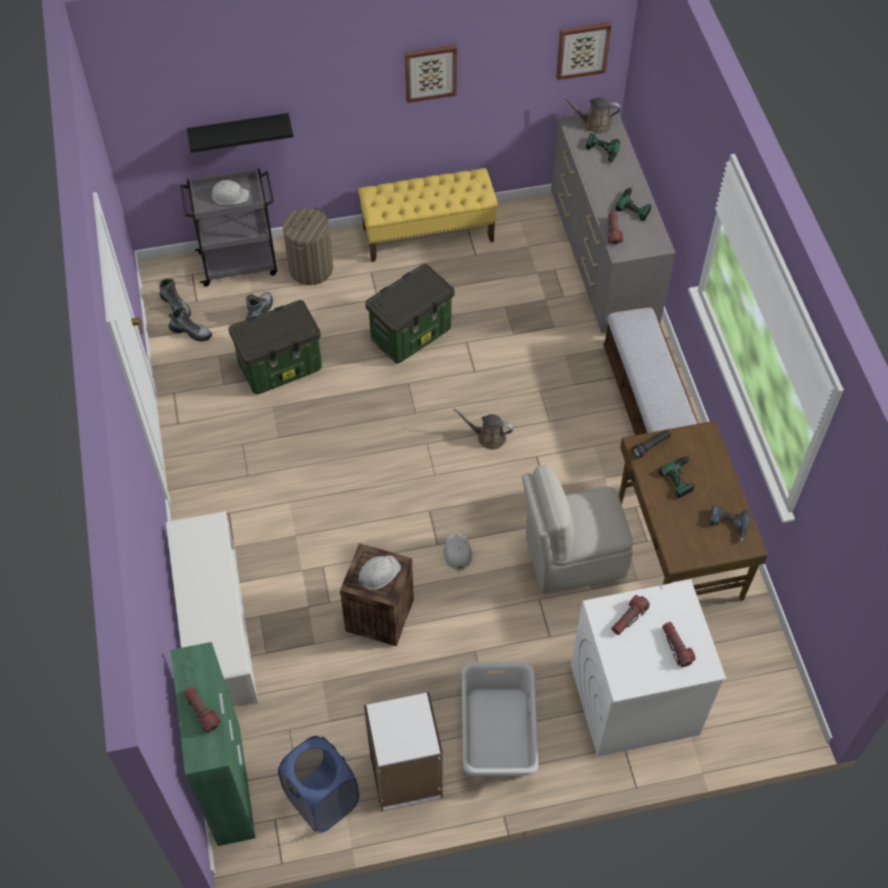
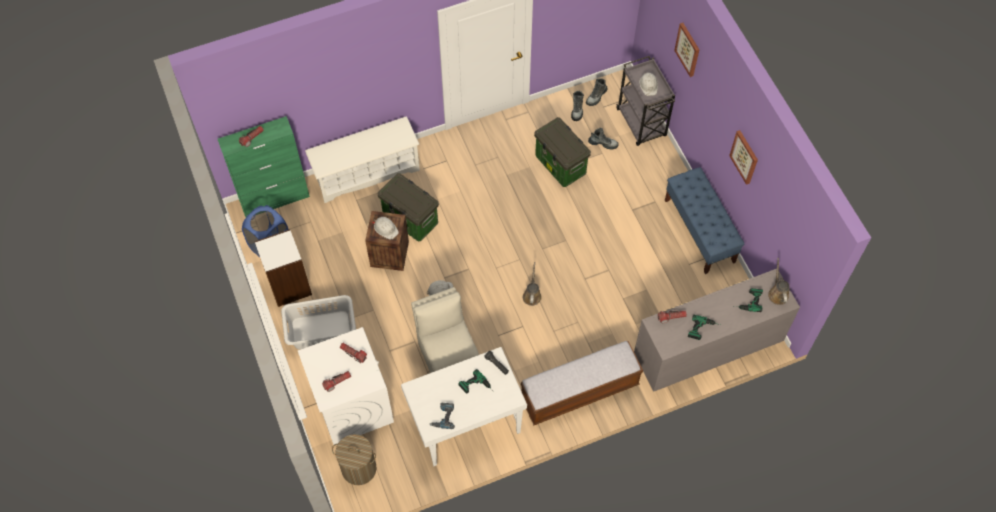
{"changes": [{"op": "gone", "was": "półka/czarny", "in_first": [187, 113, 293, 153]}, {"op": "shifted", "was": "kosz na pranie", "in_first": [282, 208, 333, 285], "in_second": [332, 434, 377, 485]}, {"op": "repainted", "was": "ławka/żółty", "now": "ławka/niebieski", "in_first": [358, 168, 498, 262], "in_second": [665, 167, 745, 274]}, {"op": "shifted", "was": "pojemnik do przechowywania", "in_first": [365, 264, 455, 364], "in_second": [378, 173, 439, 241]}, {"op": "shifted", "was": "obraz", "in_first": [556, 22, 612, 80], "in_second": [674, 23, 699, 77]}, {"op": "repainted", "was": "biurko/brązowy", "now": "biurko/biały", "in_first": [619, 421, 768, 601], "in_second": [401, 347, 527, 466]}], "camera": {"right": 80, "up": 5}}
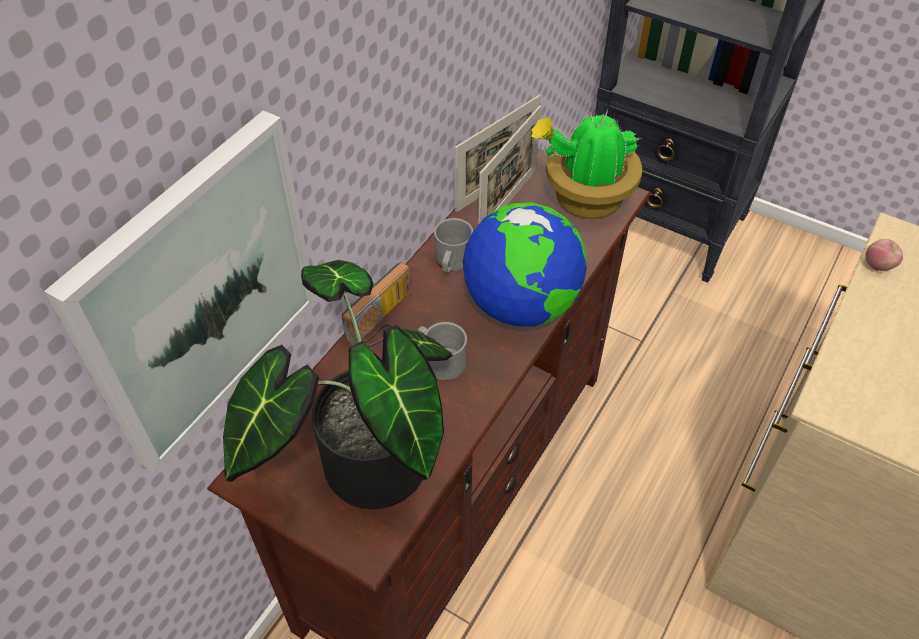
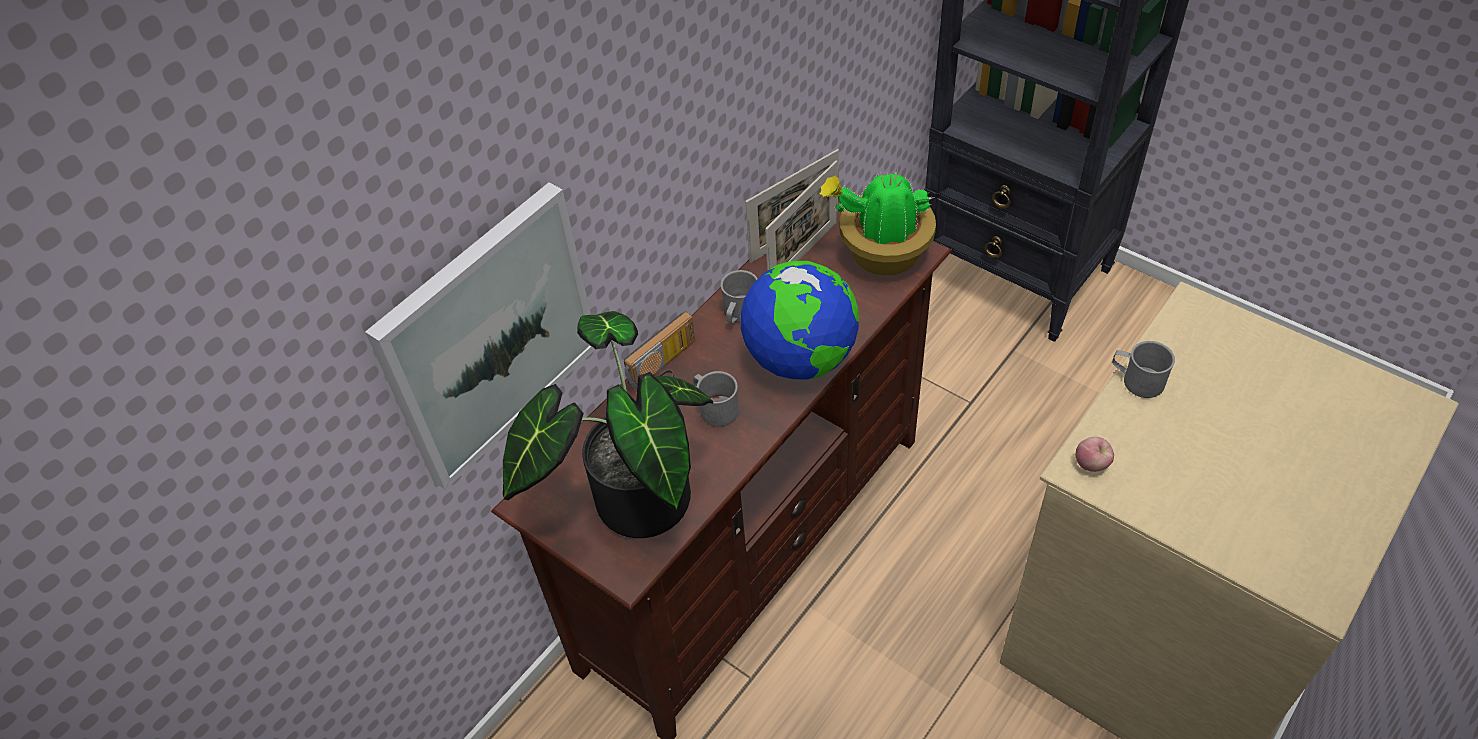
{"changes": [{"op": "shifted", "was": "jabłko", "in_first": [865, 239, 903, 271], "in_second": [1076, 437, 1114, 472]}, {"op": "new", "now": "kubek/szary", "in_second": [1112, 341, 1175, 398]}], "camera": {"right": 10, "up": 0}}
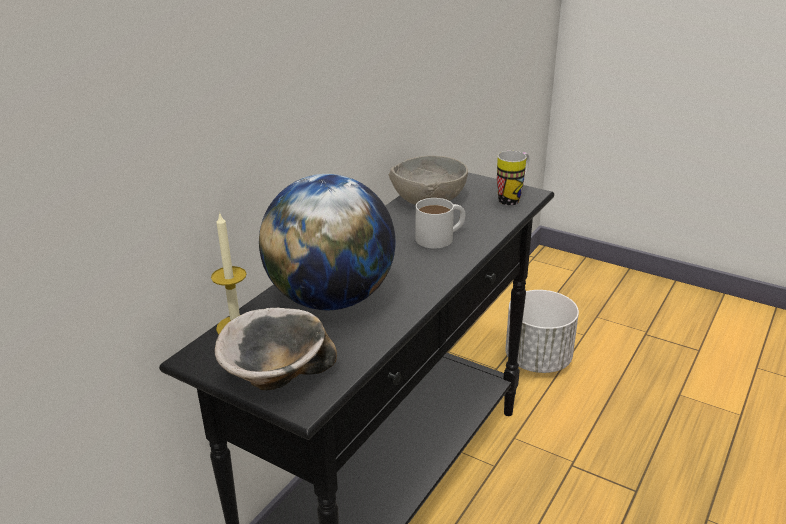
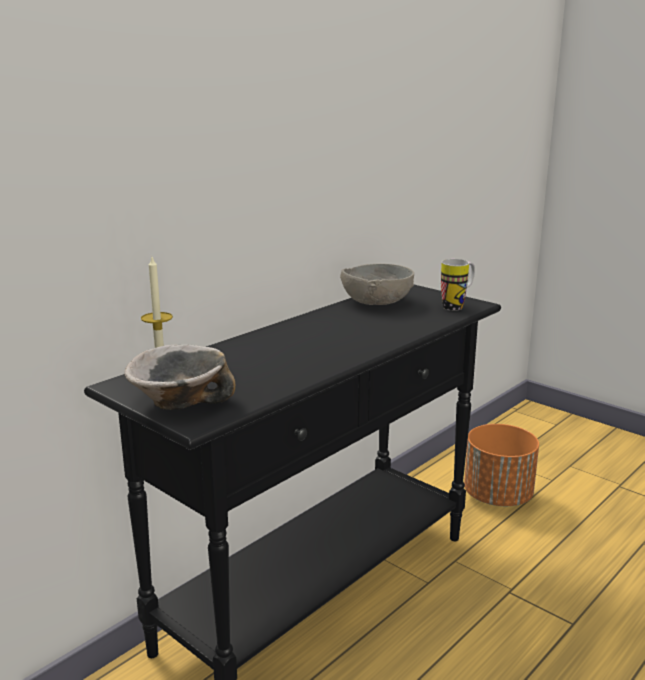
{"changes": [{"op": "gone", "was": "globus", "in_first": [259, 174, 396, 310]}, {"op": "gone", "was": "kubek/biały", "in_first": [416, 198, 465, 249]}, {"op": "repainted", "was": "donica/biały", "now": "donica/pomarańczowy", "in_first": [505, 290, 579, 373], "in_second": [464, 424, 539, 506]}], "camera": {"right": 10, "up": -10}}
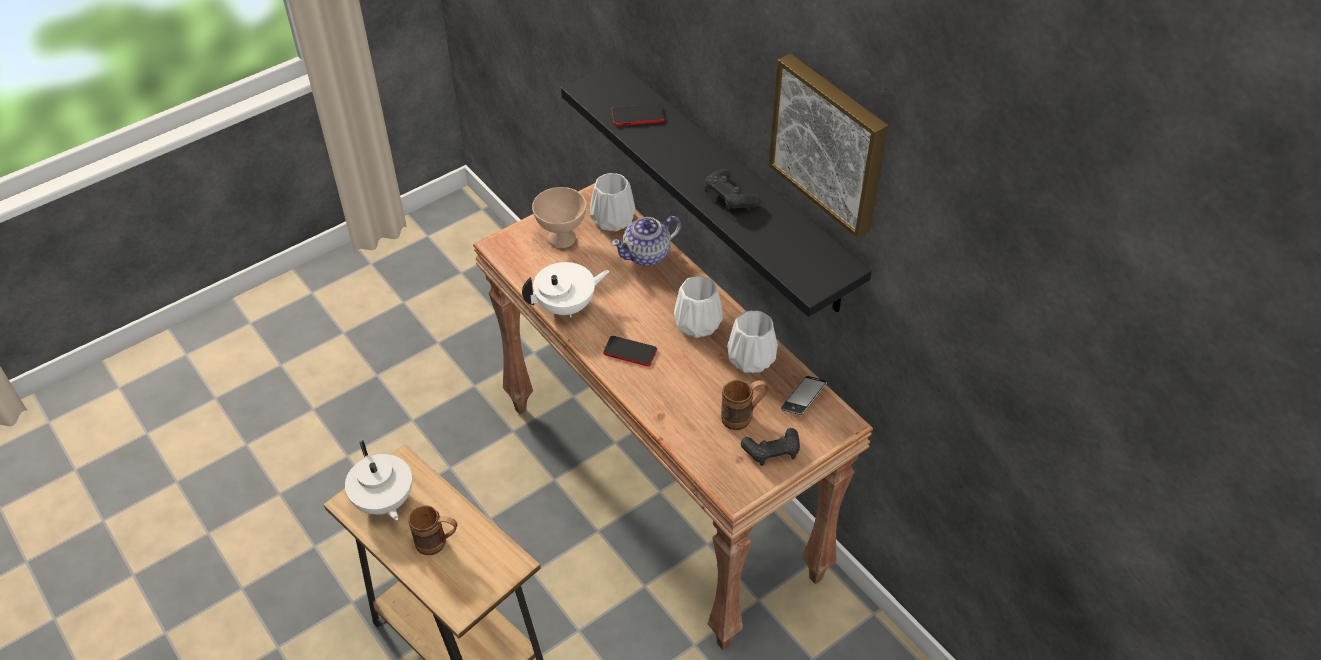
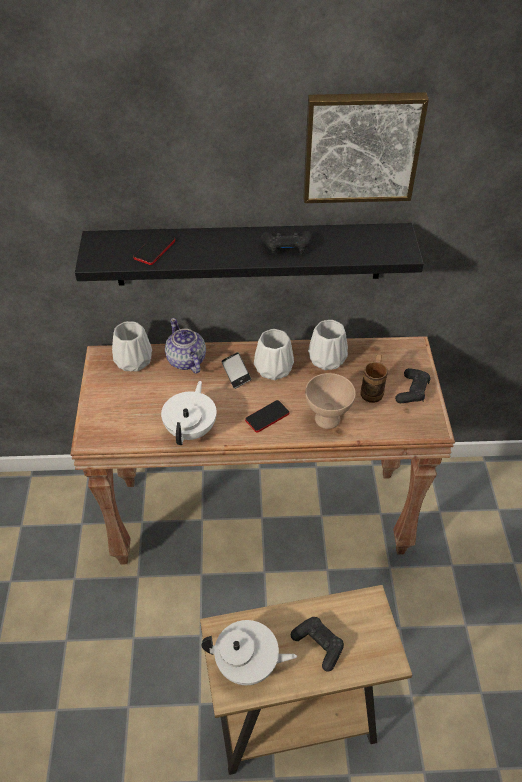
{"changes": [{"op": "swapped", "was": "kubek/brązowy", "now": "pad do gier/czarny", "in_first": [408, 505, 457, 555], "in_second": [291, 617, 344, 672]}, {"op": "shifted", "was": "miska/beżowy", "in_first": [532, 187, 586, 248], "in_second": [305, 373, 356, 429]}, {"op": "rotated", "was": "imbryk", "in_first": [611, 216, 681, 266], "in_second": [165, 318, 206, 373], "clockwise": 150}, {"op": "shifted", "was": "telefon", "in_first": [781, 376, 827, 415], "in_second": [221, 352, 251, 389]}], "camera": {"right": -55, "up": 0}}
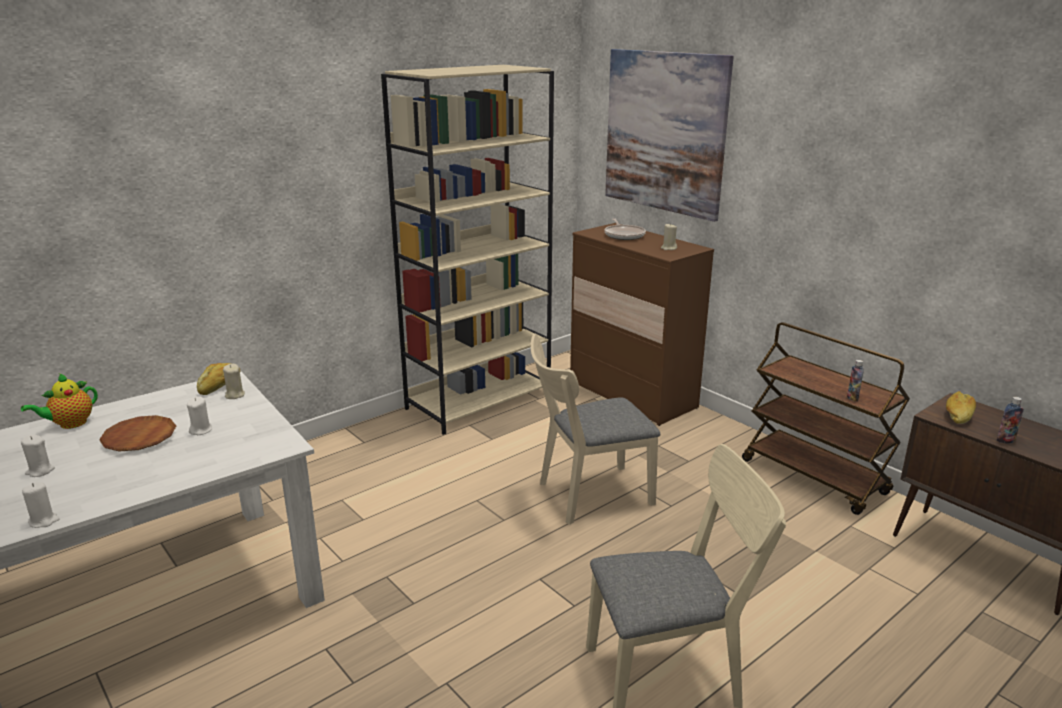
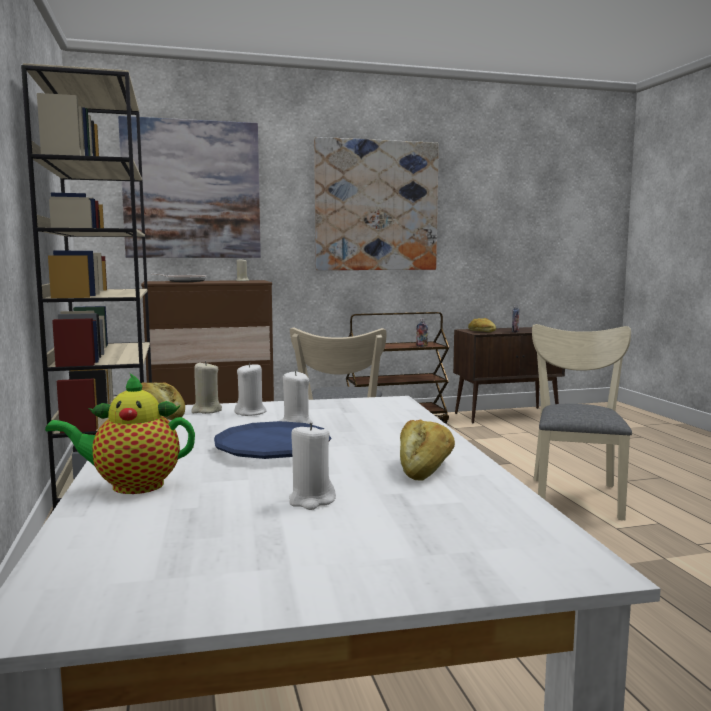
{"changes": [{"op": "rotated", "was": "imbryk", "in_first": [21, 373, 98, 429], "in_second": [45, 373, 195, 494], "clockwise": 105}, {"op": "shifted", "was": "świeca/biały", "in_first": [22, 482, 60, 528], "in_second": [235, 362, 267, 416]}, {"op": "repainted", "was": "talerz/brązowy", "now": "talerz/niebieski", "in_first": [99, 415, 176, 452], "in_second": [214, 421, 332, 459]}, {"op": "new", "now": "obraz", "in_second": [314, 137, 439, 270]}, {"op": "new", "now": "chleb", "in_second": [400, 419, 455, 481]}], "camera": {"right": -65, "up": -15}}
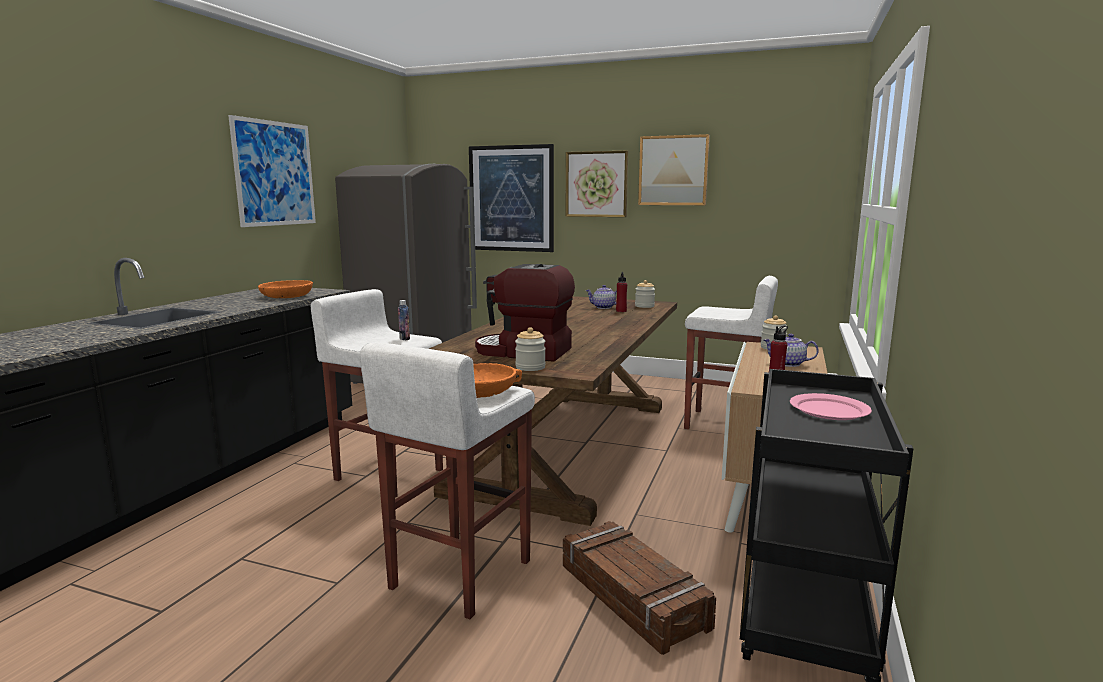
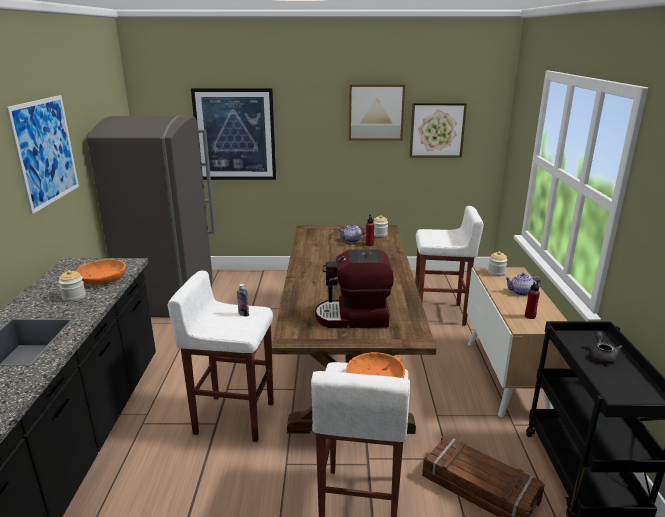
{"changes": [{"op": "shifted", "was": "słoik", "in_first": [515, 327, 546, 371], "in_second": [58, 270, 86, 302]}, {"op": "shifted", "was": "obraz", "in_first": [566, 151, 628, 217], "in_second": [409, 103, 467, 157]}, {"op": "swapped", "was": "talerz/różowy", "now": "imbryk/szary", "in_first": [790, 393, 872, 420], "in_second": [591, 331, 622, 364]}], "camera": {"right": -20, "up": 10}}
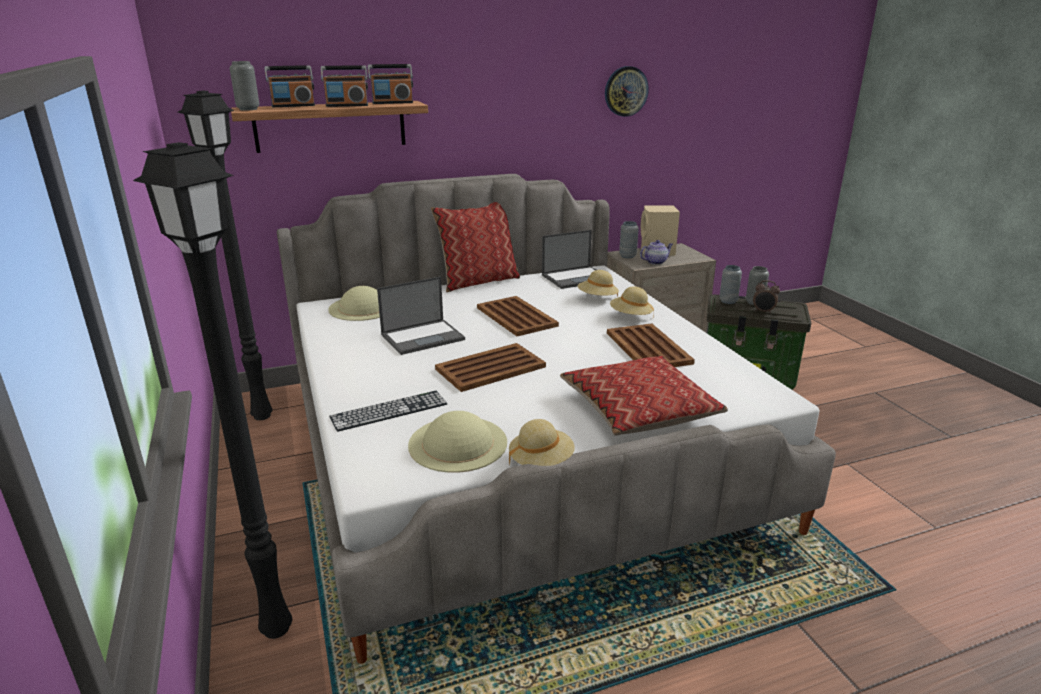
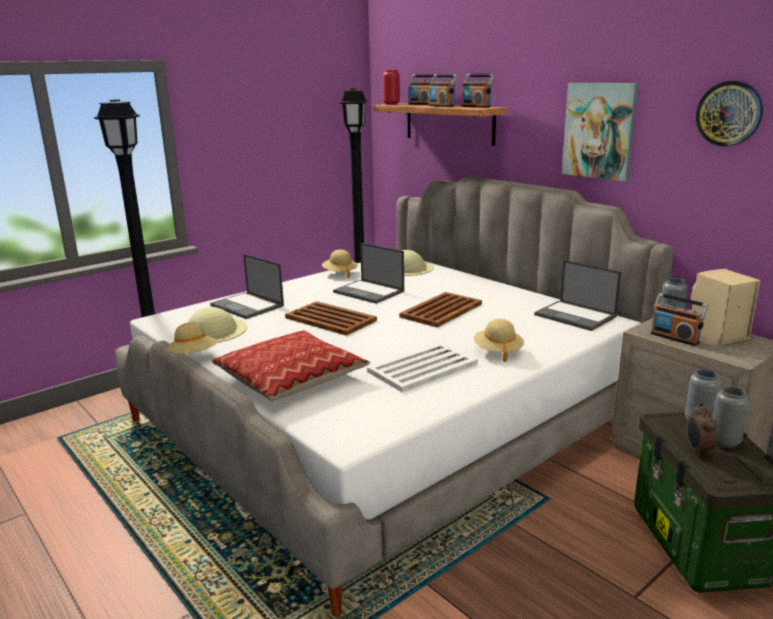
{"changes": [{"op": "repainted", "was": "wazon/szary", "now": "wazon/czerwony", "in_first": [230, 61, 259, 111], "in_second": [383, 70, 400, 105]}, {"op": "swapped", "was": "klawiatura", "now": "laptop", "in_first": [329, 391, 447, 432], "in_second": [210, 254, 284, 319]}, {"op": "gone", "was": "poduszka", "in_first": [431, 202, 520, 292]}, {"op": "shifted", "was": "kapelusz/beżowy", "in_first": [578, 270, 619, 297], "in_second": [322, 249, 358, 278]}, {"op": "repainted", "was": "taca/brązowy", "now": "taca/biały", "in_first": [607, 323, 695, 367], "in_second": [367, 342, 478, 392]}, {"op": "swapped", "was": "imbryk", "now": "radio", "in_first": [640, 240, 673, 265], "in_second": [651, 293, 708, 346]}, {"op": "new", "now": "obraz", "in_second": [562, 83, 639, 182]}], "camera": {"right": 70, "up": -5}}
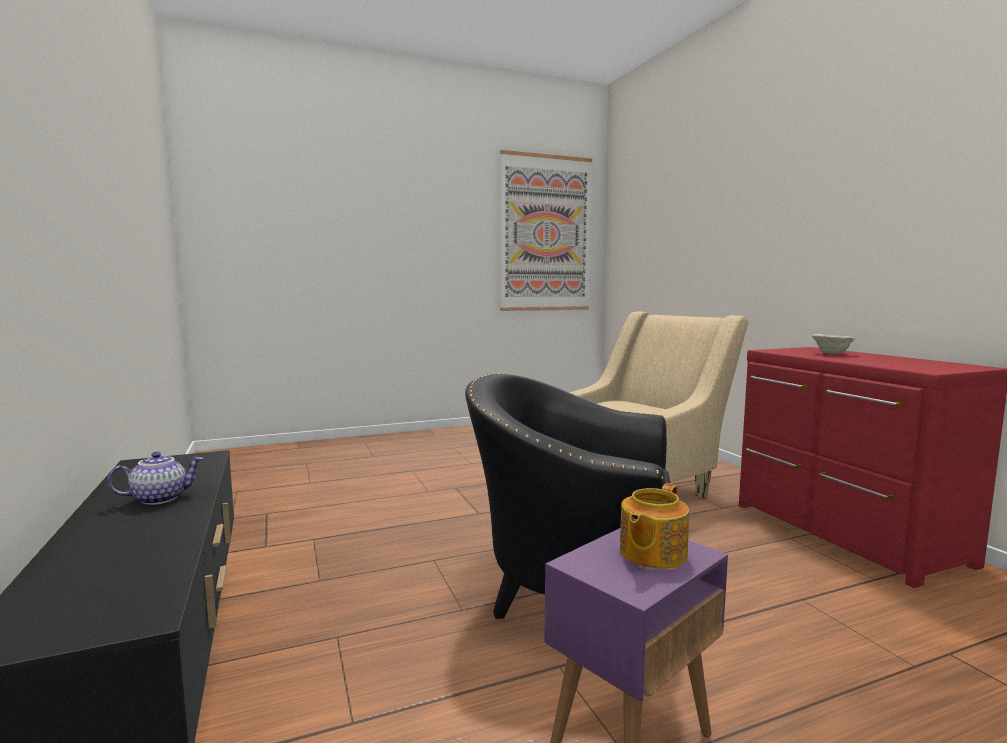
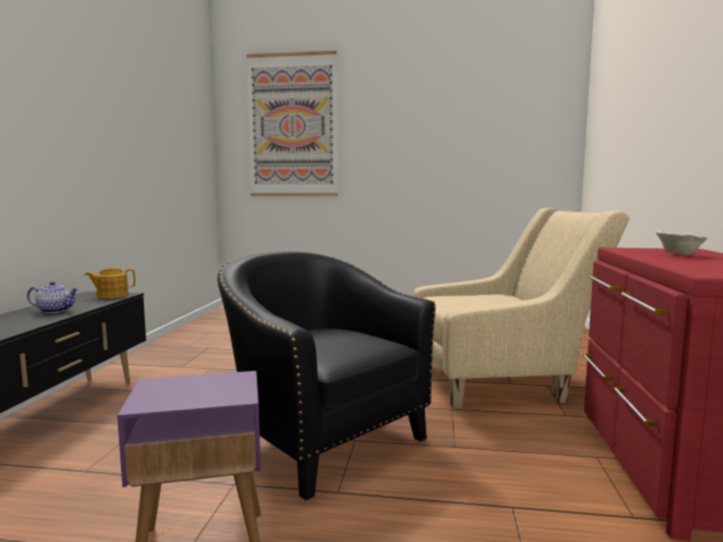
{"changes": [{"op": "shifted", "was": "obraz", "in_first": [500, 150, 592, 311], "in_second": [246, 51, 338, 196]}, {"op": "shifted", "was": "imbryk", "in_first": [620, 483, 689, 569], "in_second": [85, 269, 135, 298]}], "camera": {"right": 30, "up": 0}}
